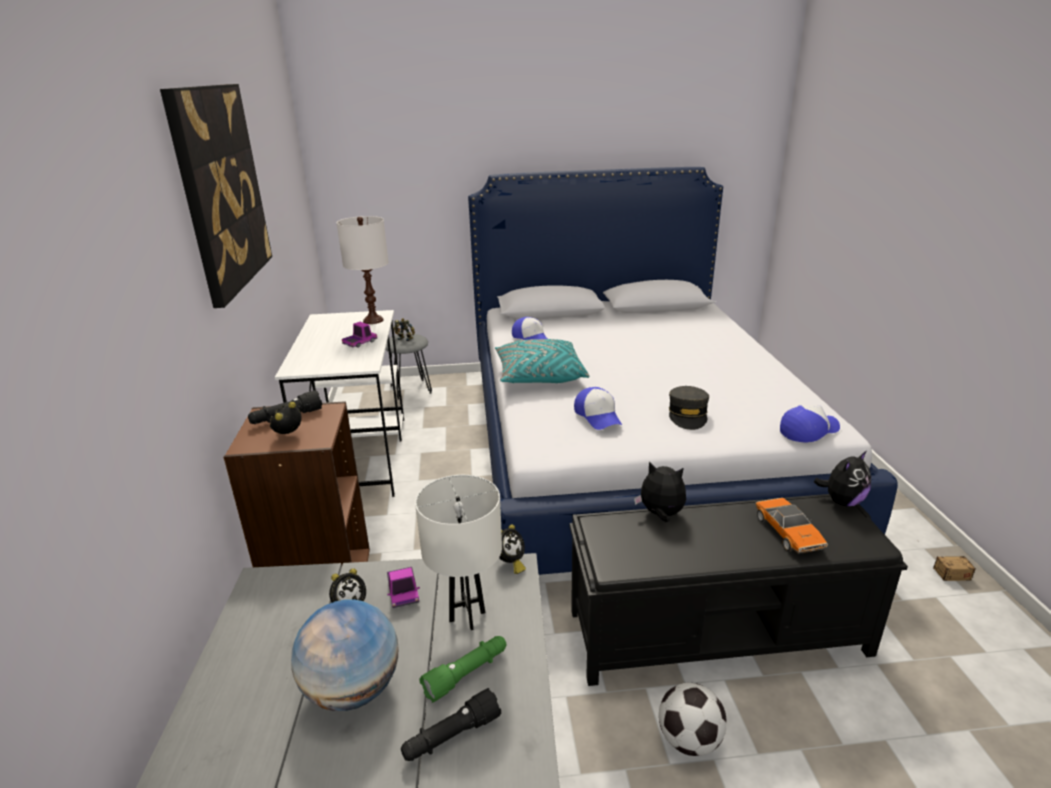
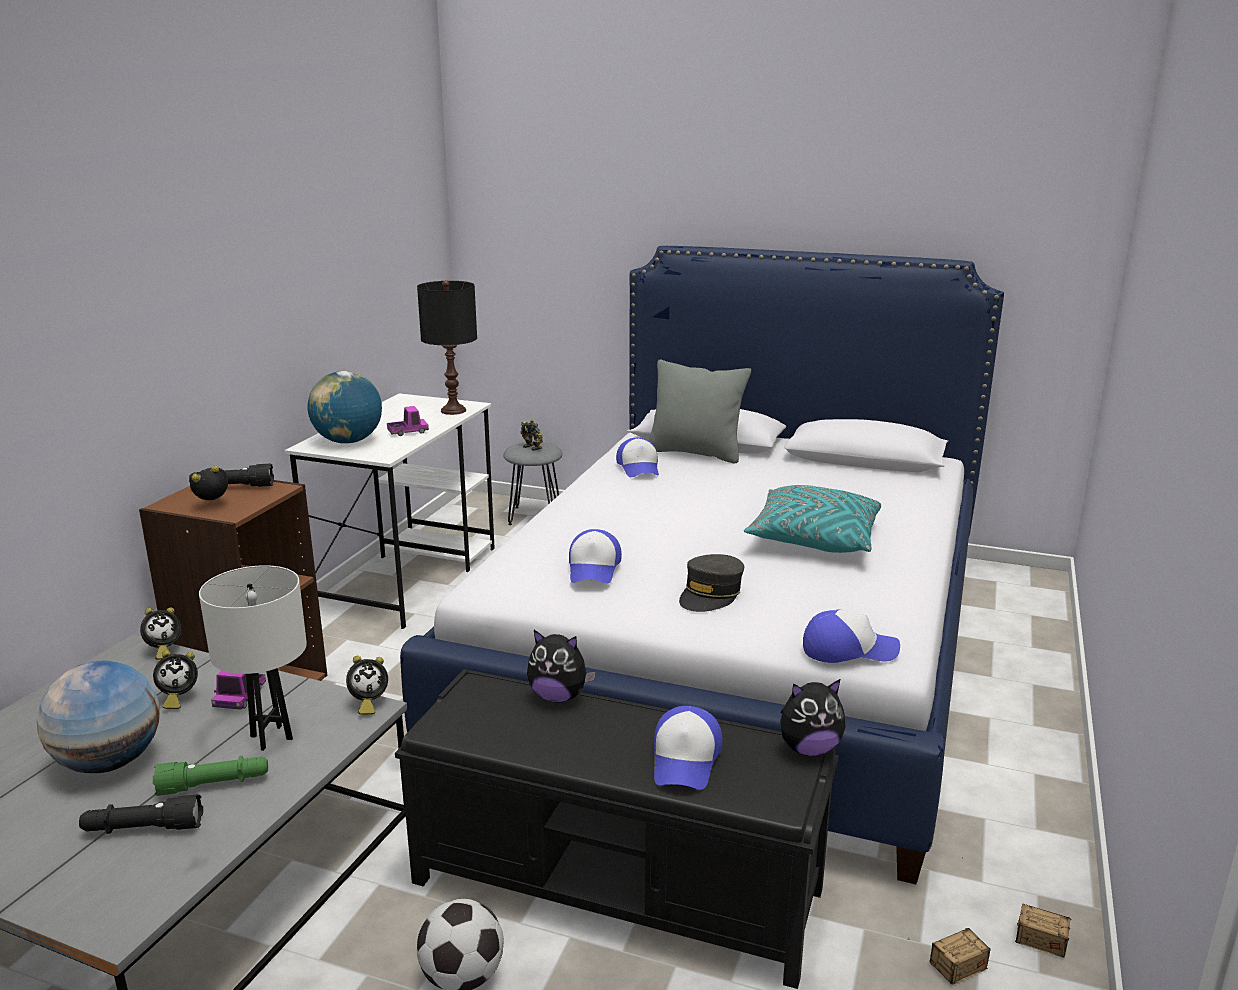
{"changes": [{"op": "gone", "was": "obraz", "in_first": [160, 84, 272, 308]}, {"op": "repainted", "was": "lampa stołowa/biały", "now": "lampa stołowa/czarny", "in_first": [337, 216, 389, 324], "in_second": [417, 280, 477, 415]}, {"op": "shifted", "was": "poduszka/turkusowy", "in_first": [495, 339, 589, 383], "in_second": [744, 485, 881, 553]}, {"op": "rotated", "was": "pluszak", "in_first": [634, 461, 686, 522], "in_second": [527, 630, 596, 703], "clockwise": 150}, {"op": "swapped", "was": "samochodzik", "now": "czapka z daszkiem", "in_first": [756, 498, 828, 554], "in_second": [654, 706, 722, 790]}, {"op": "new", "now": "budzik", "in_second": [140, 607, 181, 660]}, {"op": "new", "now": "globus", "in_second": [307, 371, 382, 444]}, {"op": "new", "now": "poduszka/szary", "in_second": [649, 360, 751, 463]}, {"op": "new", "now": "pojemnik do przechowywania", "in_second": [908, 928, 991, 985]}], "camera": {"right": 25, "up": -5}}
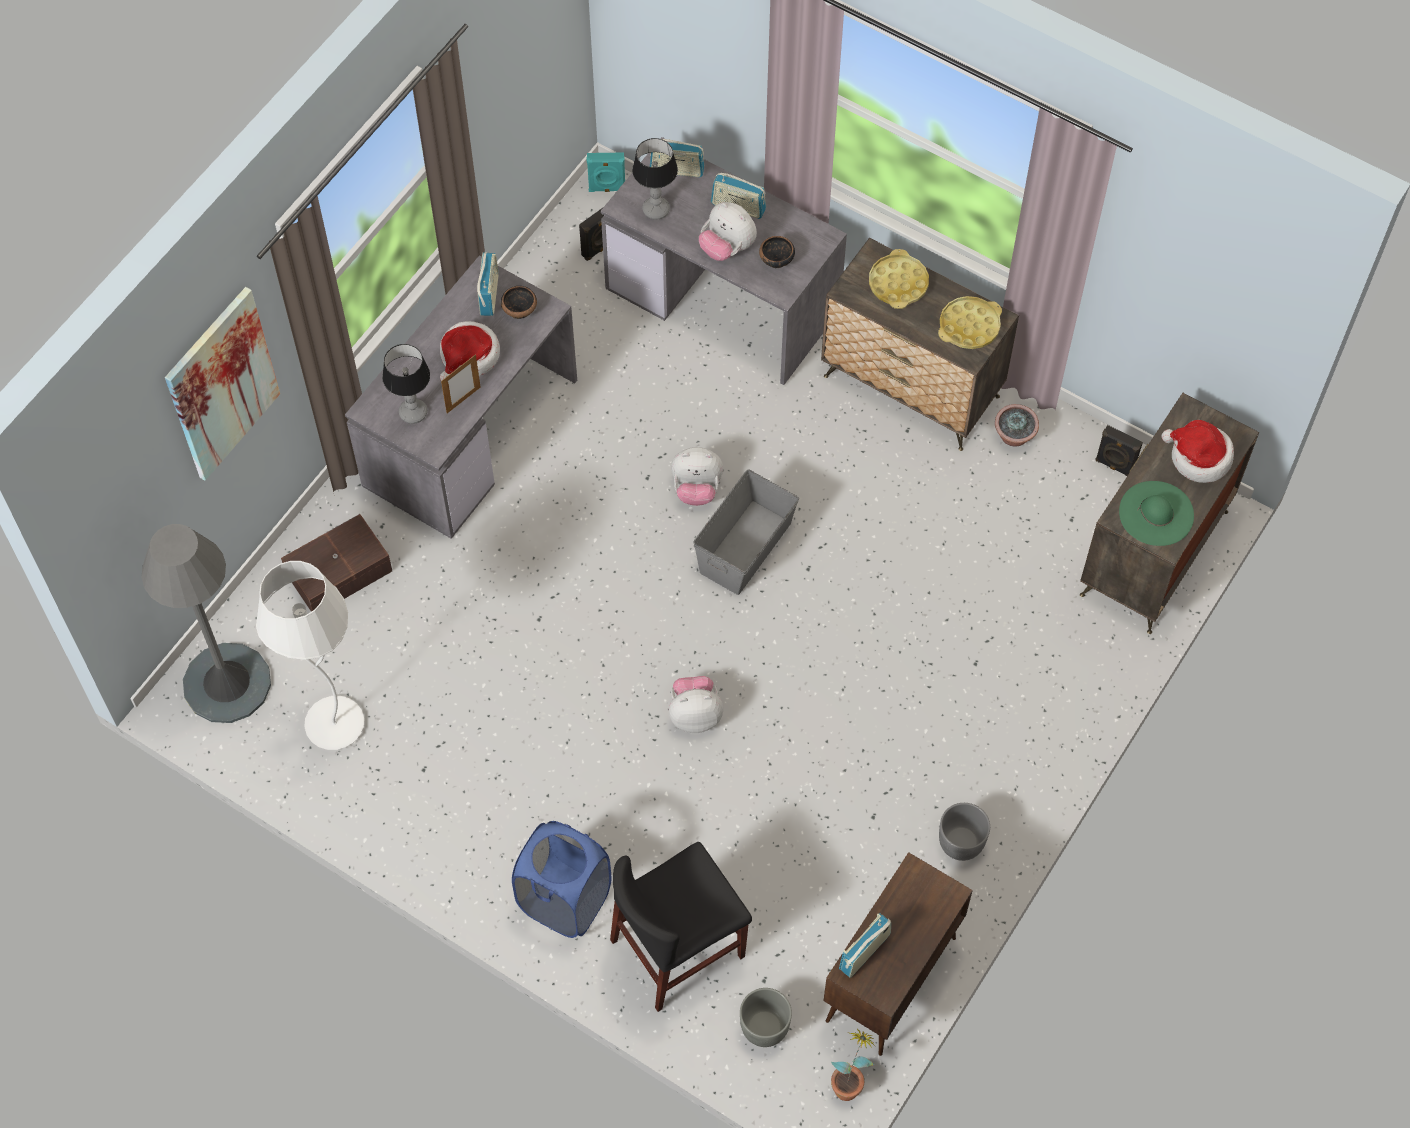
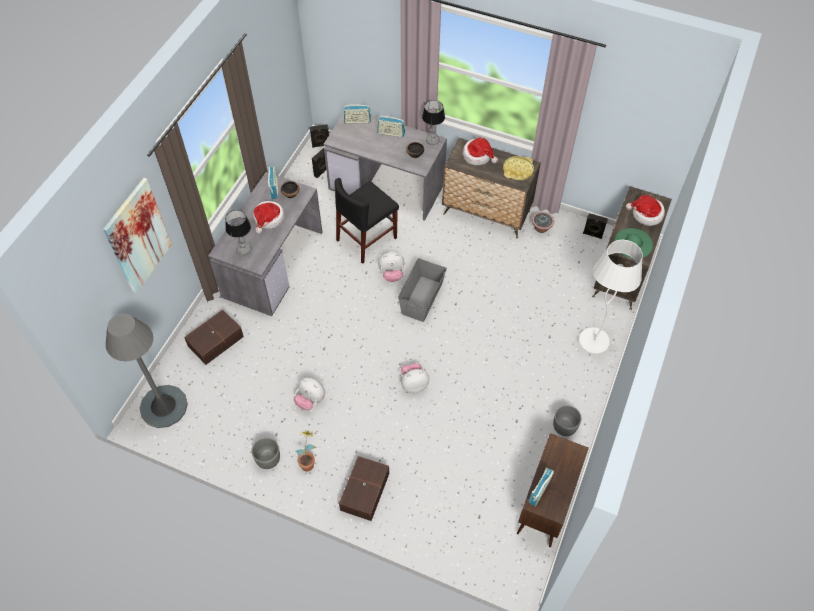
{"changes": [{"op": "shifted", "was": "lampa stojąca/biały", "in_first": [256, 561, 364, 750], "in_second": [579, 240, 643, 354]}, {"op": "gone", "was": "ramka na zdjęcie", "in_first": [441, 354, 481, 413]}, {"op": "swapped", "was": "kosz na pranie/niebieski", "now": "pojemnik do przechowywania/brązowy", "in_first": [512, 821, 612, 938], "in_second": [339, 456, 389, 521]}, {"op": "repainted", "was": "głośnik/turkusowy", "now": "głośnik/czarny", "in_first": [587, 153, 625, 192], "in_second": [310, 124, 329, 148]}, {"op": "shifted", "was": "krzesło/czarny", "in_first": [610, 842, 752, 1012], "in_second": [334, 178, 399, 264]}, {"op": "shifted", "was": "lampa stołowa", "in_first": [632, 138, 678, 220], "in_second": [422, 100, 445, 145]}, {"op": "shifted", "was": "pluszak", "in_first": [699, 202, 757, 261], "in_second": [294, 378, 325, 410]}, {"op": "shifted", "was": "donica/szary", "in_first": [740, 988, 792, 1047], "in_second": [252, 437, 280, 469]}, {"op": "shifted", "was": "roślina doniczkowa", "in_first": [831, 1029, 876, 1101], "in_second": [295, 430, 317, 471]}, {"op": "swapped", "was": "taca/żółty", "now": "kapelusz", "in_first": [869, 249, 929, 309], "in_second": [463, 138, 498, 165]}], "camera": {"right": -10, "up": -5}}
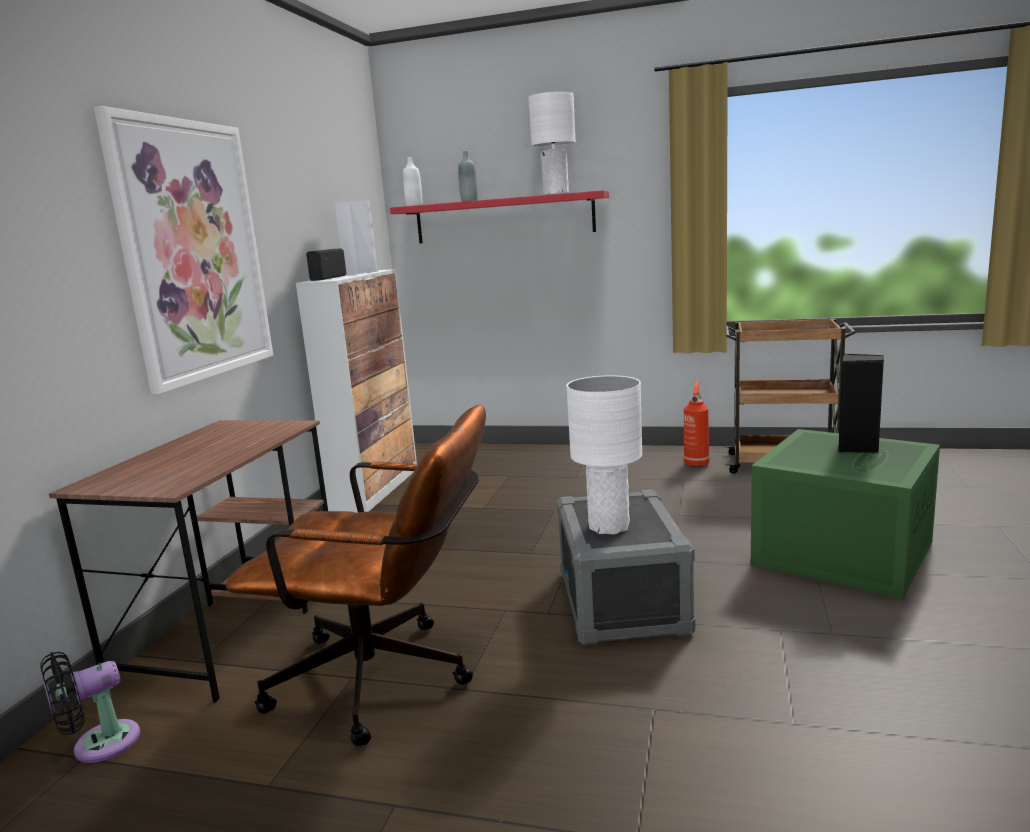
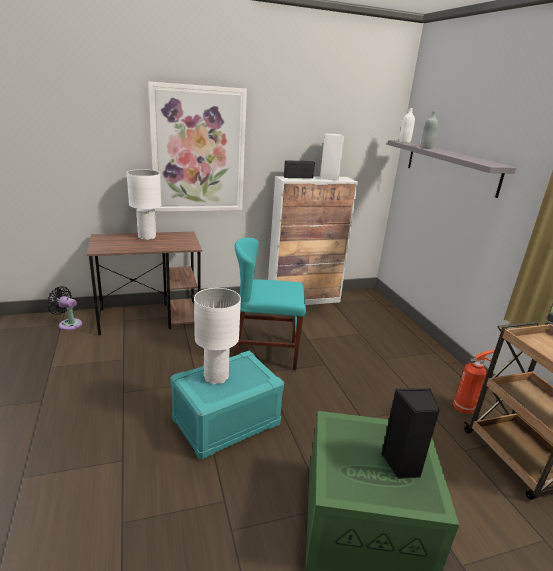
{"changes": [{"op": "gone", "was": "krzesło biurowe/brązowy", "in_first": [225, 405, 486, 746]}, {"op": "repainted", "was": "półka/czerwony", "now": "półka/szary", "in_first": [390, 190, 609, 244], "in_second": [387, 140, 516, 198]}, {"op": "shifted", "was": "lampa stołowa/biały", "in_first": [528, 91, 575, 195], "in_second": [127, 169, 161, 240]}, {"op": "repainted", "was": "pojemnik do przechowywania/szary", "now": "pojemnik do przechowywania/turkusowy", "in_first": [557, 489, 695, 645], "in_second": [170, 351, 284, 459]}, {"op": "new", "now": "krzesło/turkusowy", "in_second": [233, 237, 306, 370]}], "camera": {"right": 55, "up": 10}}
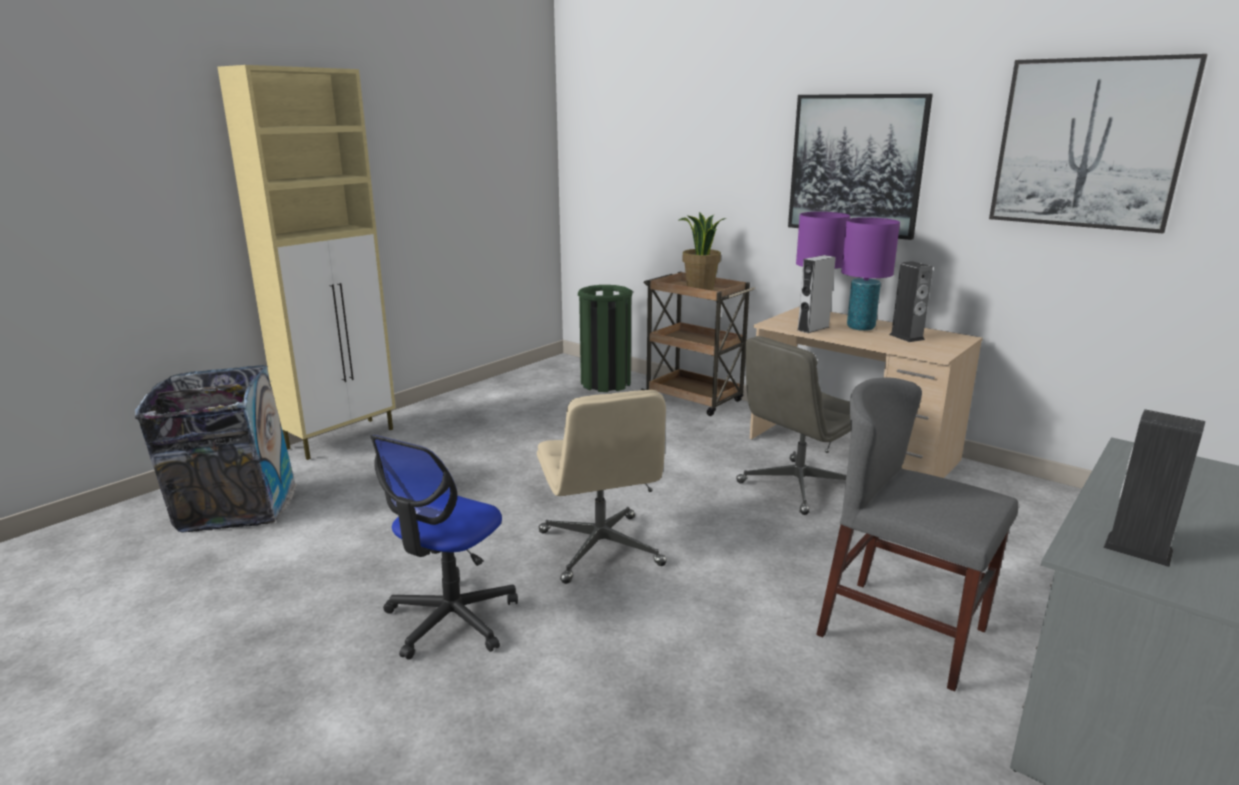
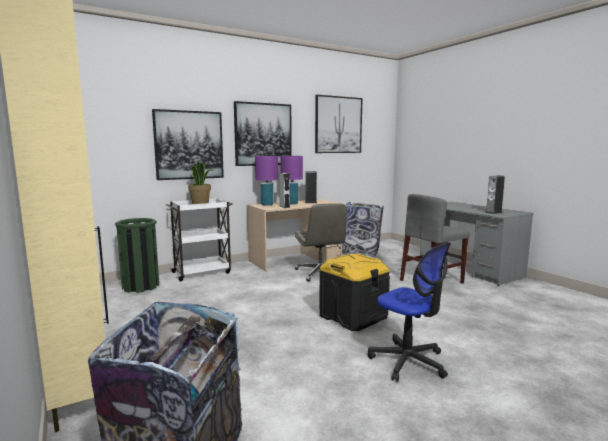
{"changes": [{"op": "swapped", "was": "krzesło biurowe/beżowy", "now": "pojemnik do przechowywania/czarny", "in_first": [537, 390, 667, 584], "in_second": [319, 254, 390, 331]}, {"op": "repainted", "was": "wózek/brązowy", "now": "wózek/biały", "in_first": [640, 272, 755, 416], "in_second": [166, 198, 233, 281]}, {"op": "new", "now": "obraz", "in_second": [152, 109, 224, 180]}, {"op": "new", "now": "kosz na śmieci", "in_second": [342, 202, 384, 257]}], "camera": {"right": -70, "up": -10}}
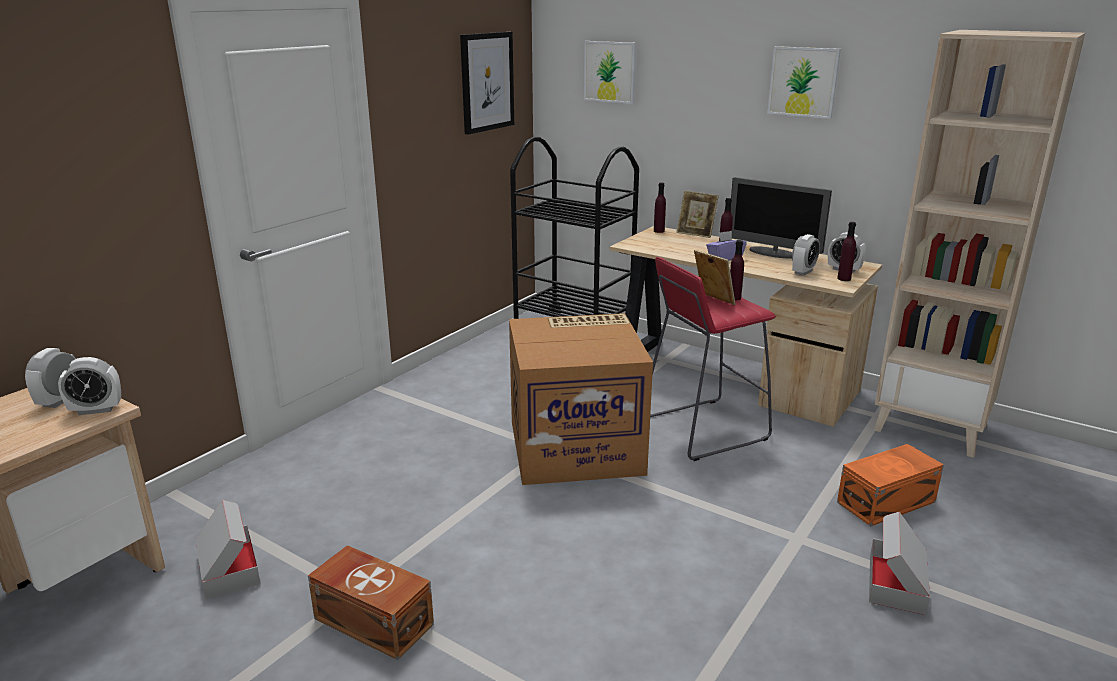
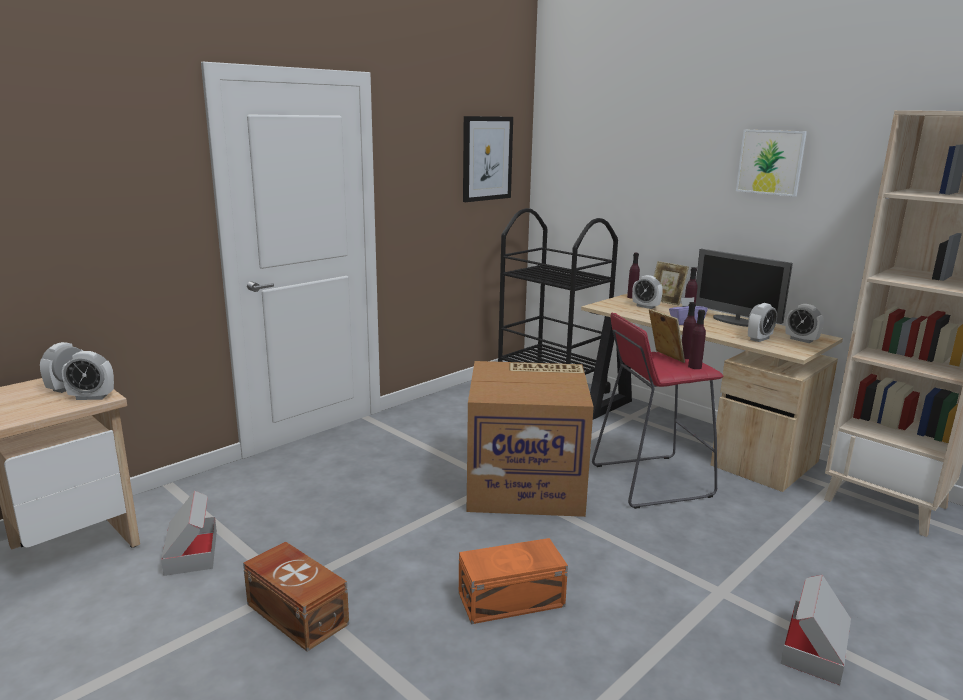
{"changes": [{"op": "gone", "was": "obraz", "in_first": [584, 41, 636, 104]}, {"op": "shifted", "was": "butelka/fioletowy", "in_first": [837, 222, 856, 281], "in_second": [688, 310, 706, 369]}, {"op": "shifted", "was": "pojemnik do przechowywania/pomarańczowy", "in_first": [837, 444, 944, 526], "in_second": [459, 538, 568, 624]}, {"op": "new", "now": "budzik", "in_second": [632, 275, 663, 309]}], "camera": {"right": 10, "up": -5}}
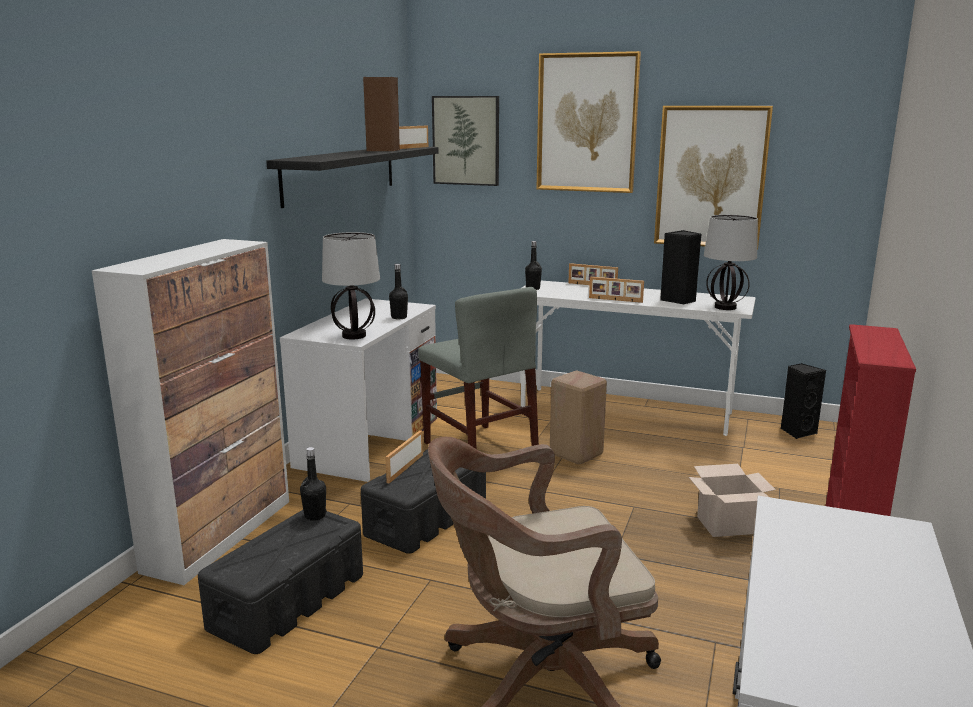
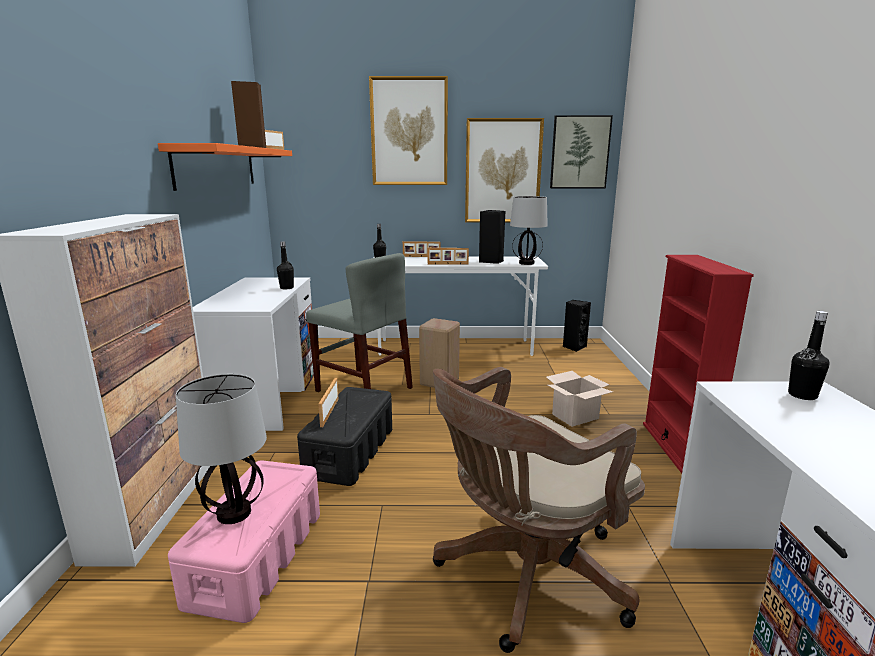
{"changes": [{"op": "repainted", "was": "pojemnik do przechowywania/czarny", "now": "pojemnik do przechowywania/różowy", "in_first": [198, 510, 363, 654], "in_second": [168, 460, 320, 623]}, {"op": "repainted", "was": "półka/czarny", "now": "półka/pomarańczowy", "in_first": [266, 147, 439, 208], "in_second": [158, 143, 292, 191]}, {"op": "shifted", "was": "butelka/czarny", "in_first": [300, 447, 326, 521], "in_second": [788, 311, 830, 400]}, {"op": "shifted", "was": "lampa stołowa", "in_first": [322, 232, 380, 339], "in_second": [176, 374, 267, 524]}, {"op": "shifted", "was": "obraz", "in_first": [432, 96, 499, 186], "in_second": [550, 115, 613, 188]}], "camera": {"right": -20, "up": 0}}
